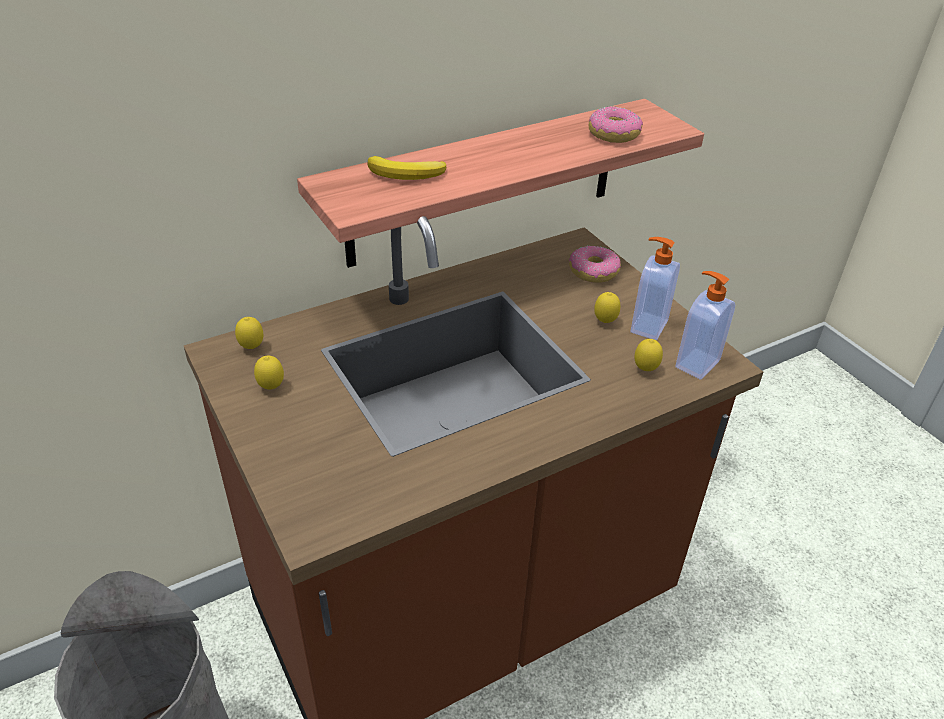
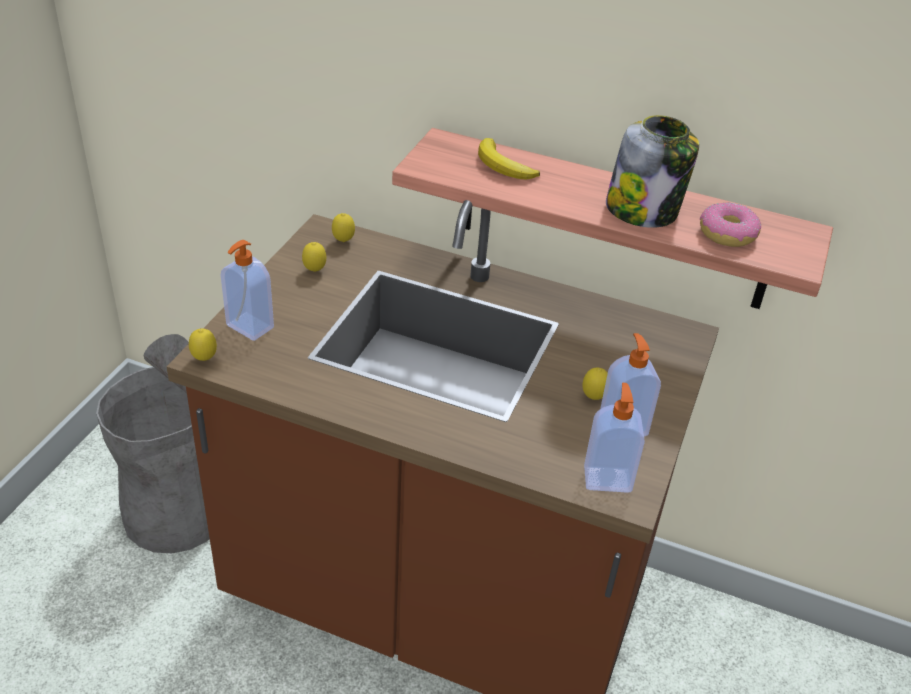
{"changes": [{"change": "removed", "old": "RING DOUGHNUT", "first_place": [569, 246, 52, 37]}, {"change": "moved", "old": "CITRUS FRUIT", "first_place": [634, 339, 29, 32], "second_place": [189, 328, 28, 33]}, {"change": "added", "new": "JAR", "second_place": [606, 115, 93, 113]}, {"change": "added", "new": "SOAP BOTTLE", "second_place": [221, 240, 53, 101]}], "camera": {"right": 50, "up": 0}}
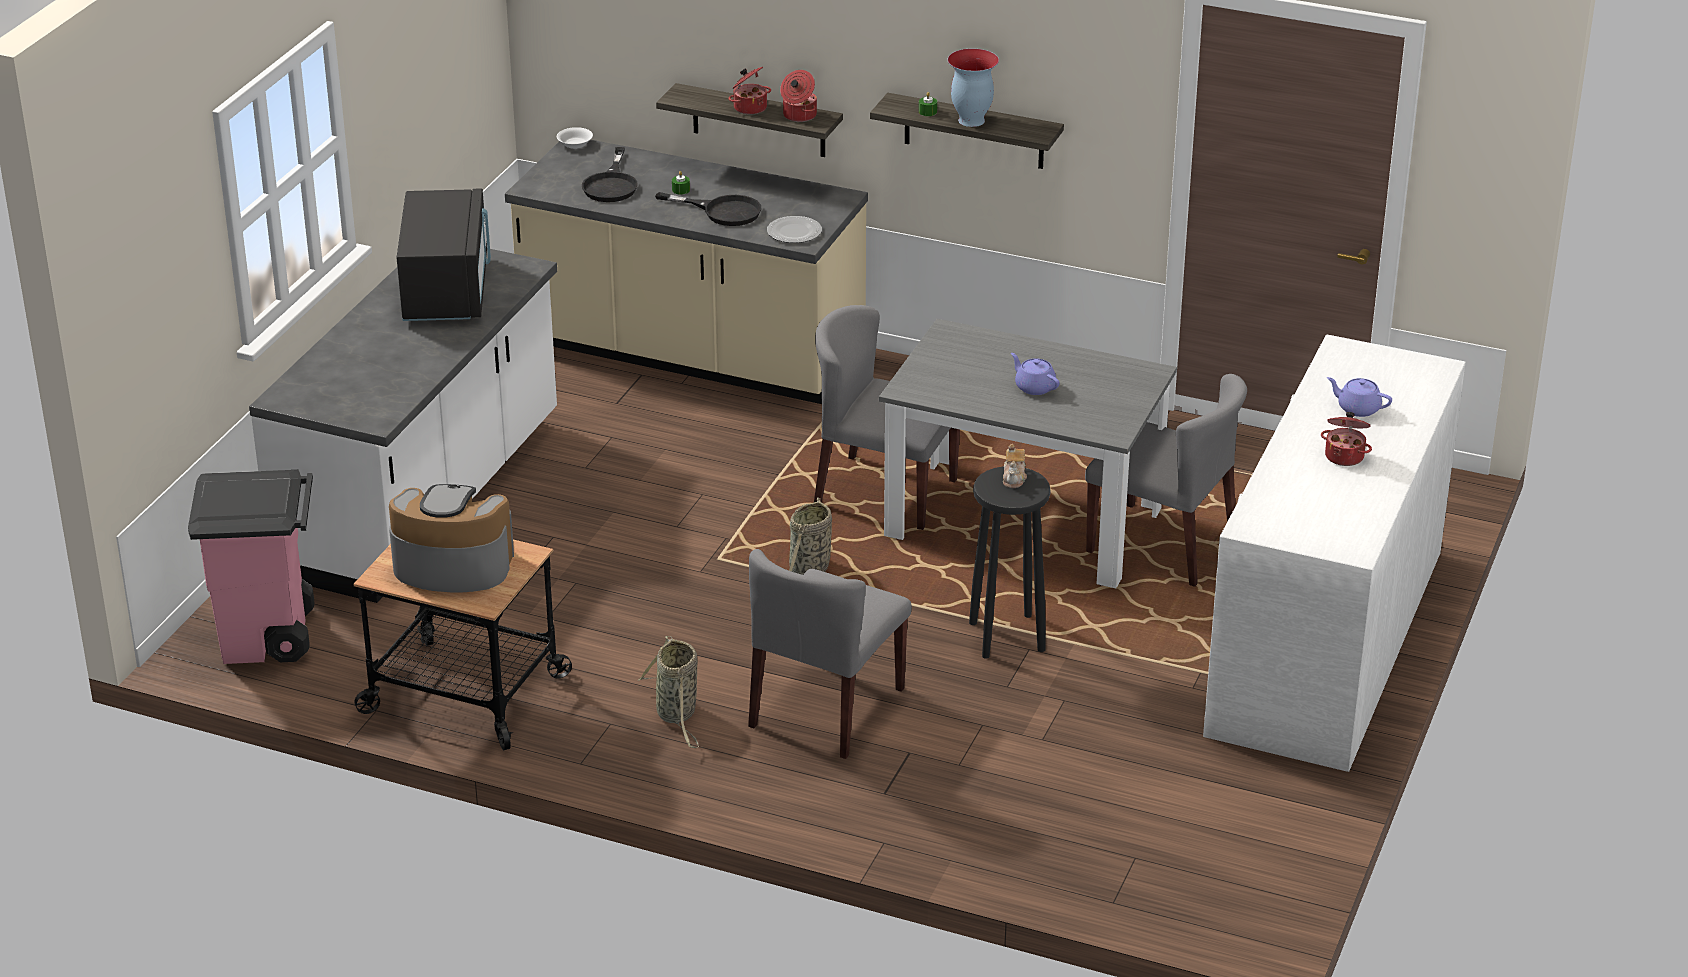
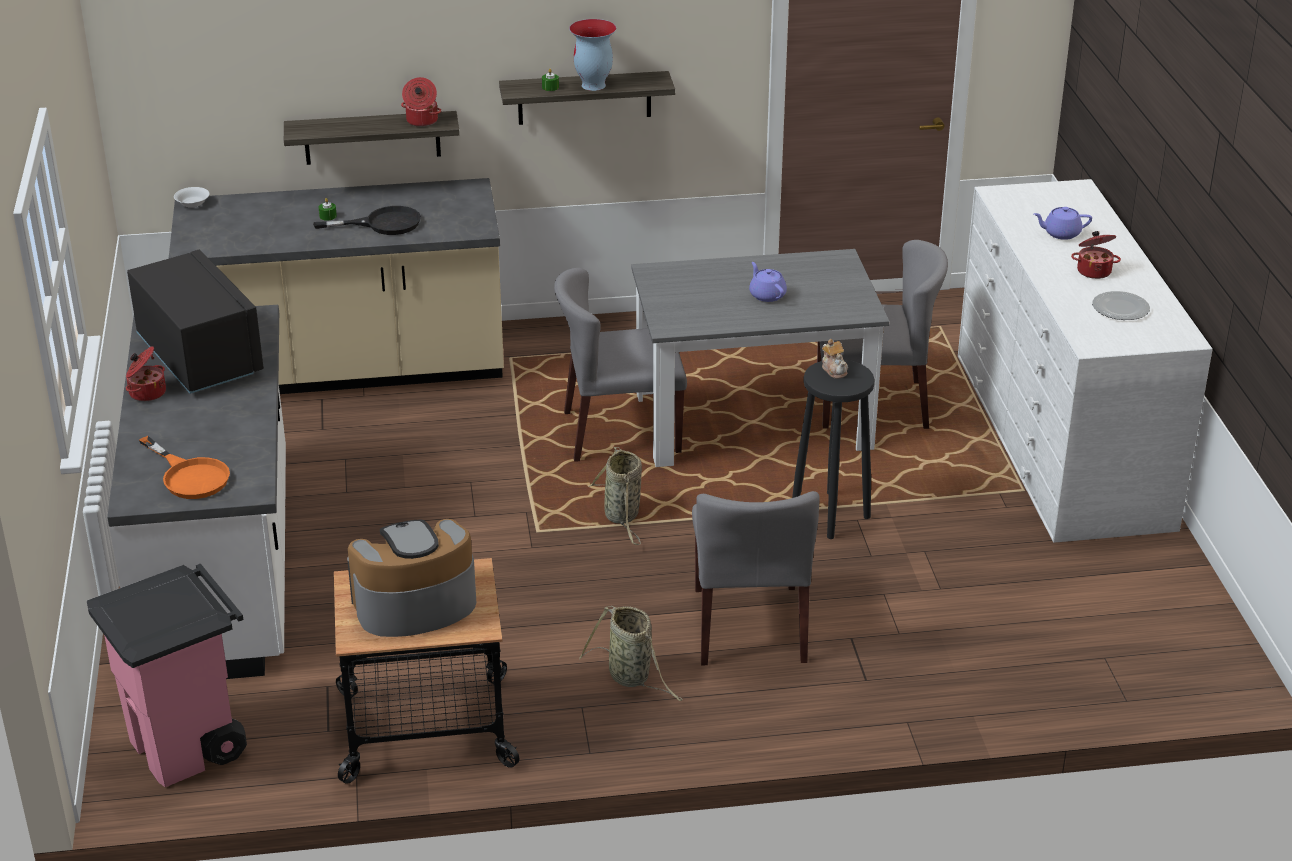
{"changes": [{"change": "moved", "old": "COOKING POT", "first_place": [728, 67, 43, 48], "second_place": [126, 346, 40, 55]}, {"change": "removed", "old": "BLACK SKILLET", "first_place": [582, 147, 56, 55]}, {"change": "moved", "old": "DINNER PLATE", "first_place": [767, 216, 55, 27], "second_place": [1092, 291, 58, 29]}, {"change": "turned", "old": "PURPLE-COLOURED TEA POT", "first_place": [1011, 353, 48, 42], "second_place": [749, 262, 38, 40], "degrees": 45}, {"change": "added", "new": "ORANGEY SKILLET", "second_place": [139, 436, 91, 63]}], "camera": {"right": -30, "up": 0}}
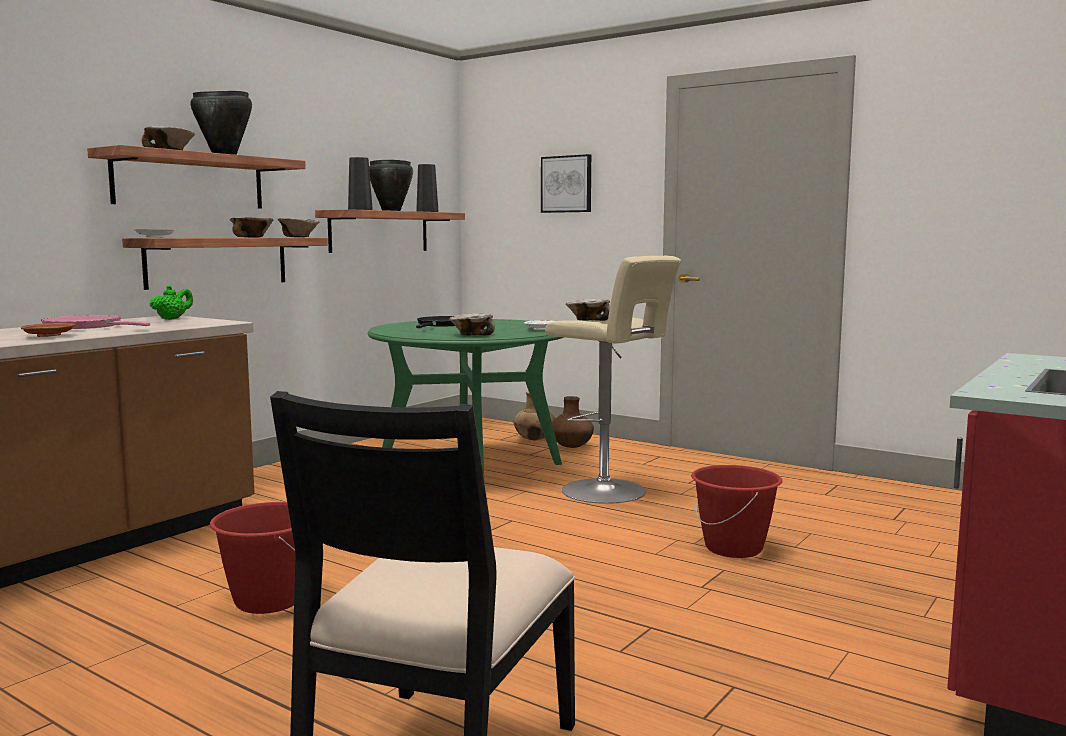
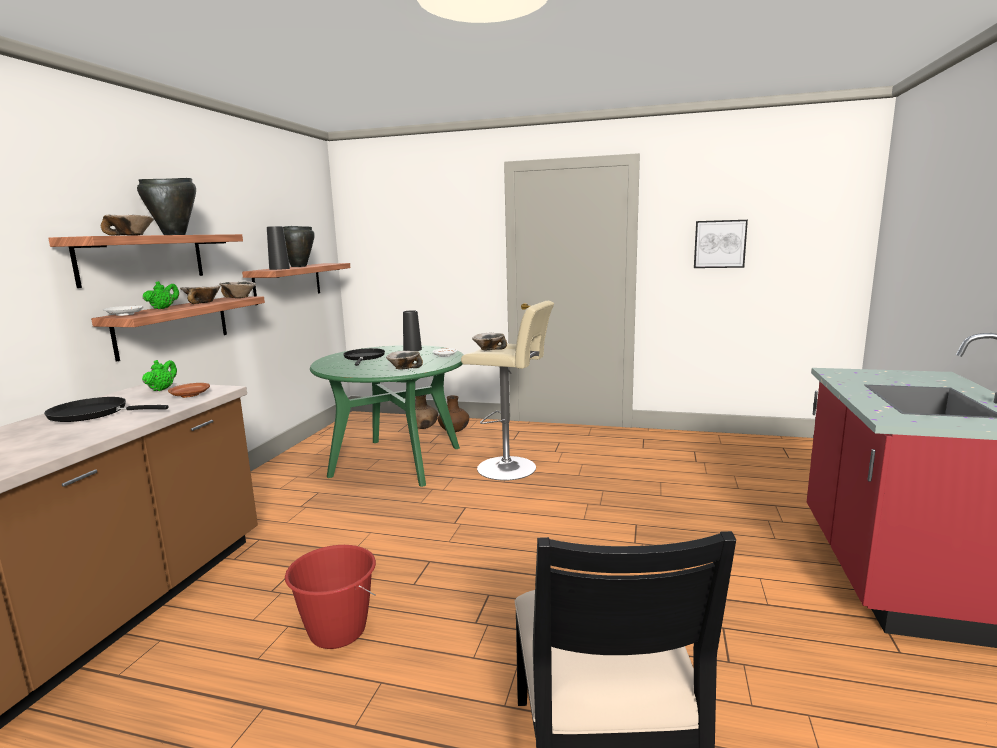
{"changes": [{"change": "moved", "old": "WALL PICTURE", "first_place": [541, 154, 50, 59], "second_place": [694, 220, 54, 48]}, {"change": "moved", "old": "BLACK VASE", "first_place": [416, 164, 22, 48], "second_place": [403, 310, 19, 41]}, {"change": "recoloured", "old": "PINKISH SKILLET", "new": "BLACK SKILLET", "first_place": [41, 315, 109, 14], "second_place": [44, 397, 125, 25]}, {"change": "moved", "old": "BROWN DINNER PLATE", "first_place": [21, 323, 54, 14], "second_place": [168, 383, 42, 15]}, {"change": "removed", "old": "REDDISH BUCKET", "first_place": [691, 465, 91, 93]}, {"change": "added", "new": "GREENISH TEA POT", "second_place": [143, 281, 36, 28]}], "camera": {"right": -20, "up": 5}}
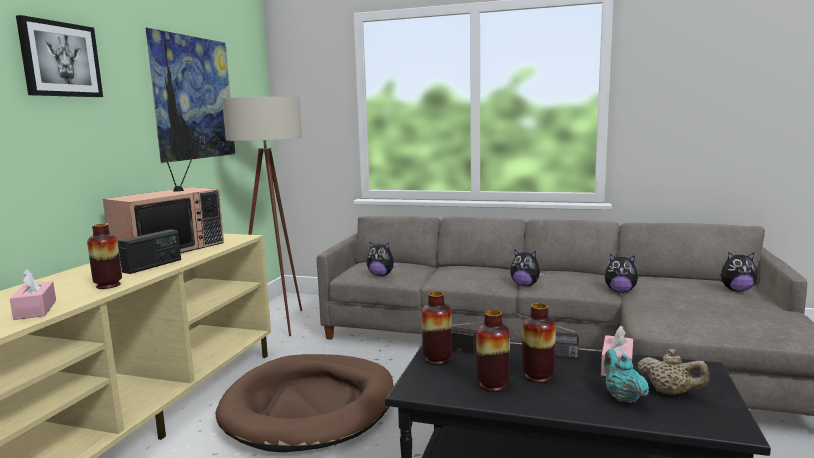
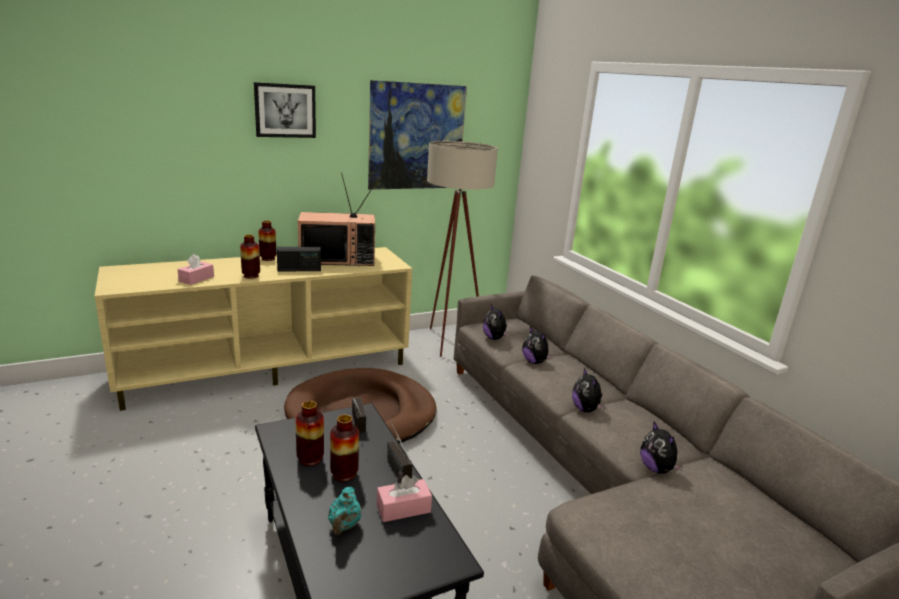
{"changes": [{"change": "moved", "old": "SOFT TOY", "first_place": [720, 252, 37, 40], "second_place": [522, 326, 31, 38]}, {"change": "moved", "old": "VASE", "first_place": [422, 291, 30, 74], "second_place": [258, 221, 18, 40]}, {"change": "turned", "old": "TURQUOISE TEA POT", "first_place": [604, 349, 45, 54], "second_place": [328, 487, 33, 48], "degrees": 150}, {"change": "removed", "old": "BEIGE TEA POT", "first_place": [638, 349, 72, 46]}], "camera": {"right": 45, "up": 10}}
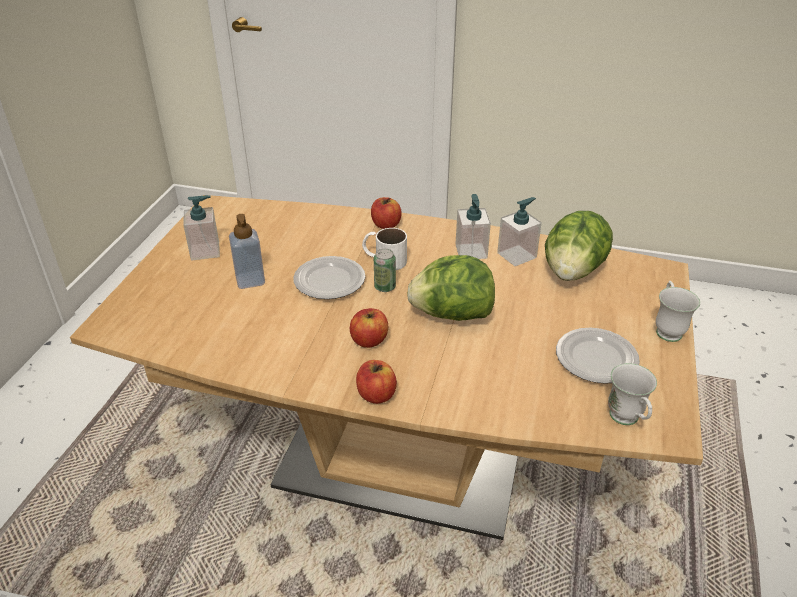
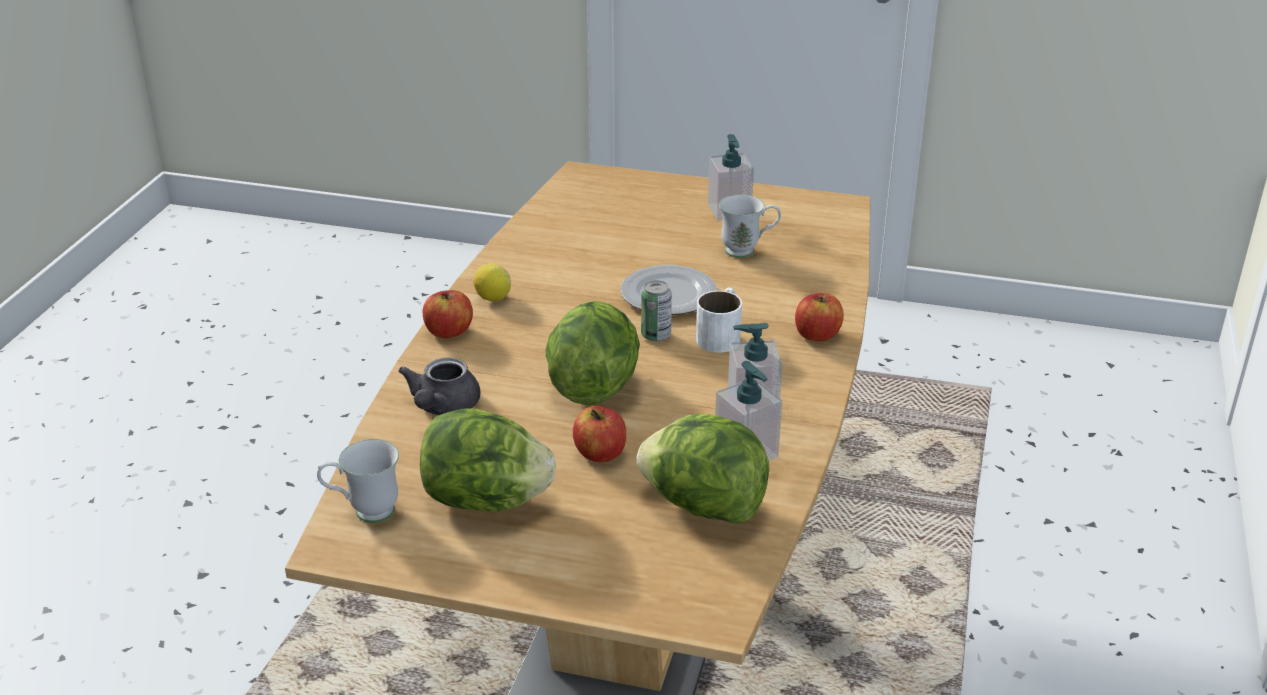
{"changes": [{"change": "removed", "old": "SOAP BOTTLE", "first_place": [229, 214, 36, 75]}, {"change": "moved", "old": "WHITE MUG", "first_place": [656, 281, 44, 61], "second_place": [719, 195, 62, 63]}, {"change": "moved", "old": "APPLE", "first_place": [350, 308, 38, 40], "second_place": [573, 406, 53, 56]}, {"change": "replaced", "old": "DINNER PLATE", "new": "LETTUCE", "first_place": [556, 328, 84, 56], "second_place": [420, 408, 136, 103]}, {"change": "added", "new": "CITRUS FRUIT", "second_place": [474, 263, 37, 38]}, {"change": "added", "new": "GREYISH TEA POT", "second_place": [398, 358, 83, 57]}], "camera": {"right": 90, "up": -5}}
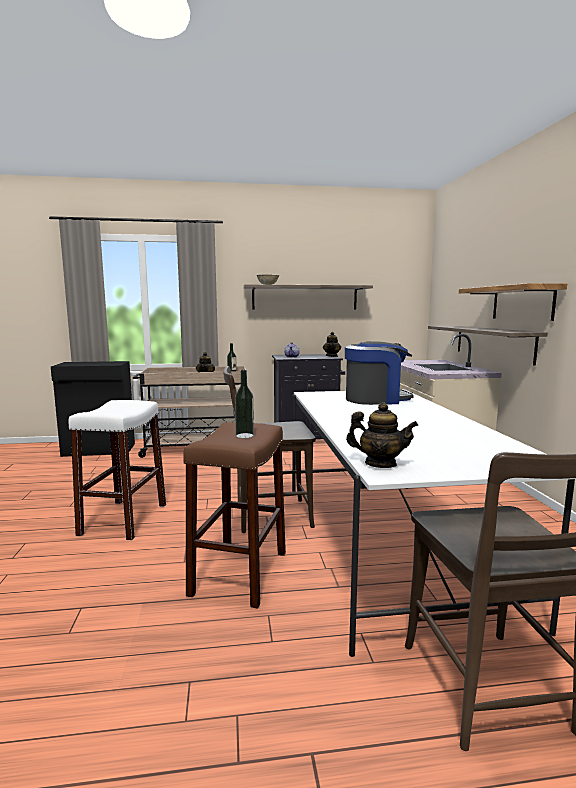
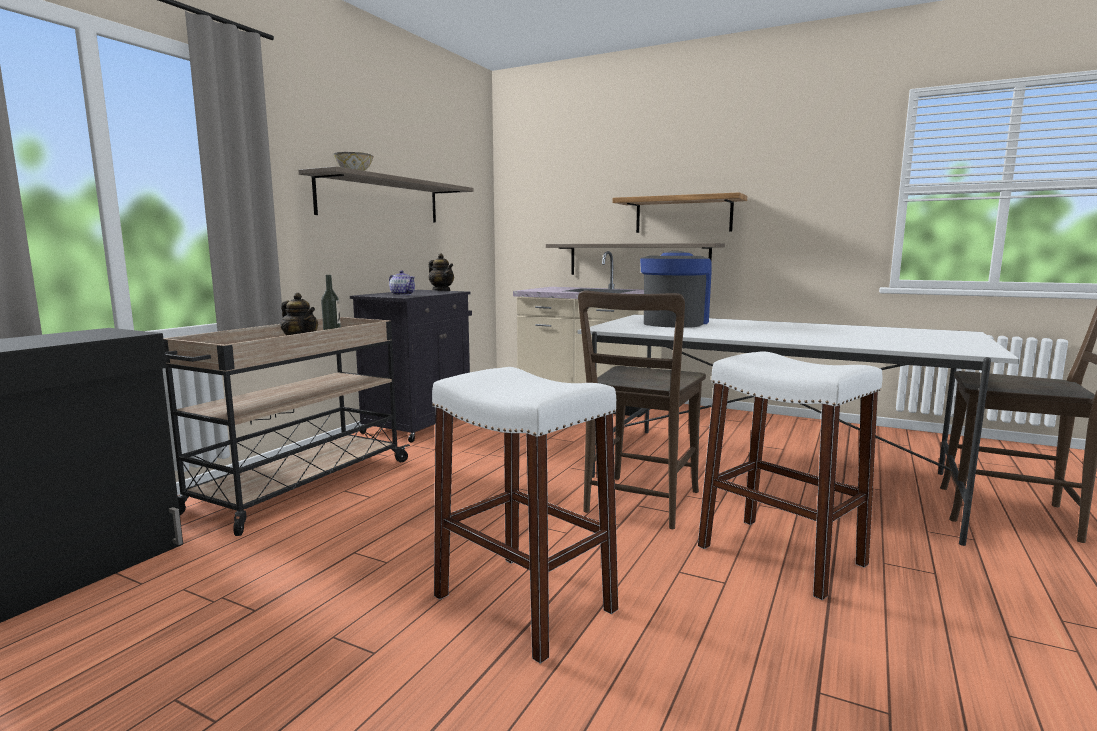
{"changes": [{"change": "removed", "old": "DRINK BOTTLE", "first_place": [235, 370, 19, 68]}, {"change": "removed", "old": "TEA POT", "first_place": [346, 402, 72, 66]}, {"change": "recoloured", "old": "BROWN STOOL SEAT", "new": "WHITE STOOL SEAT", "first_place": [183, 422, 103, 186], "second_place": [698, 351, 185, 249]}], "camera": {"right": -55, "up": 0}}
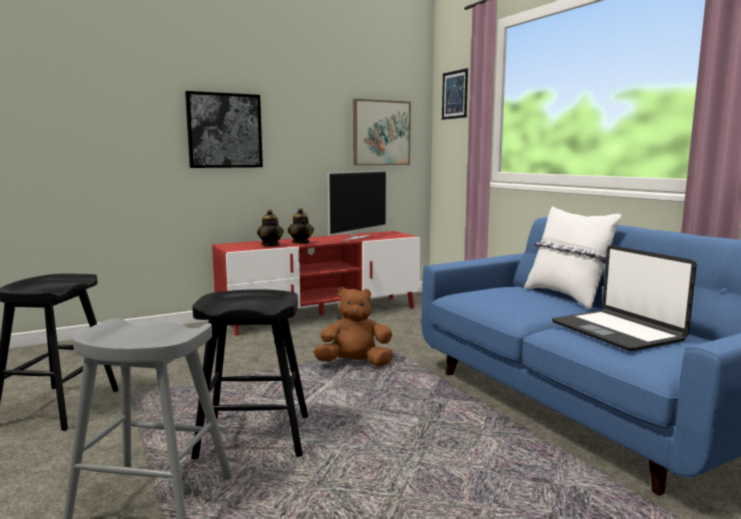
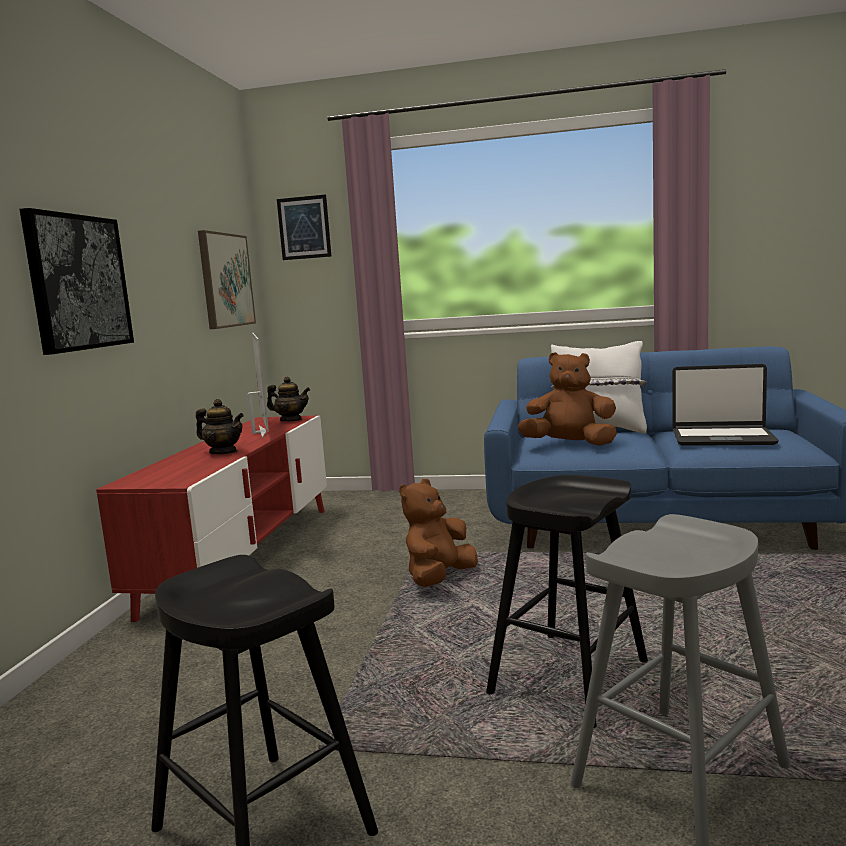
{"changes": [{"change": "moved", "old": "TEA POT", "first_place": [257, 210, 27, 36], "second_place": [267, 377, 43, 45]}, {"change": "added", "new": "BROWN SOFT TOY", "second_place": [518, 352, 99, 94]}], "camera": {"right": -50, "up": 0}}
